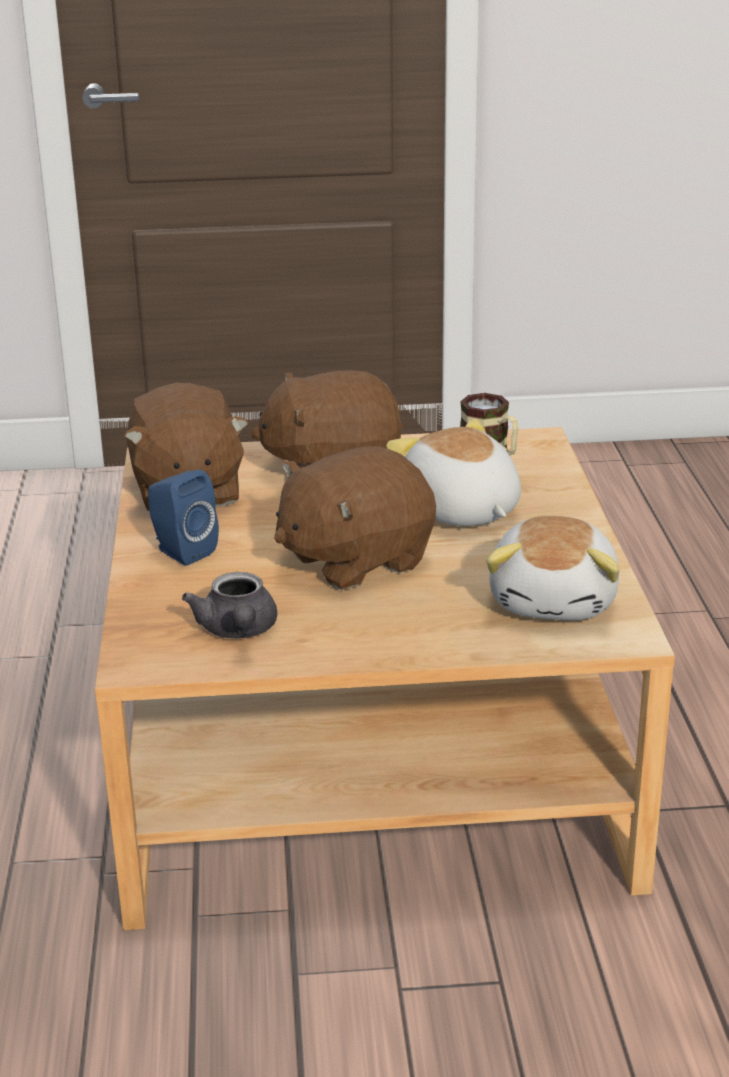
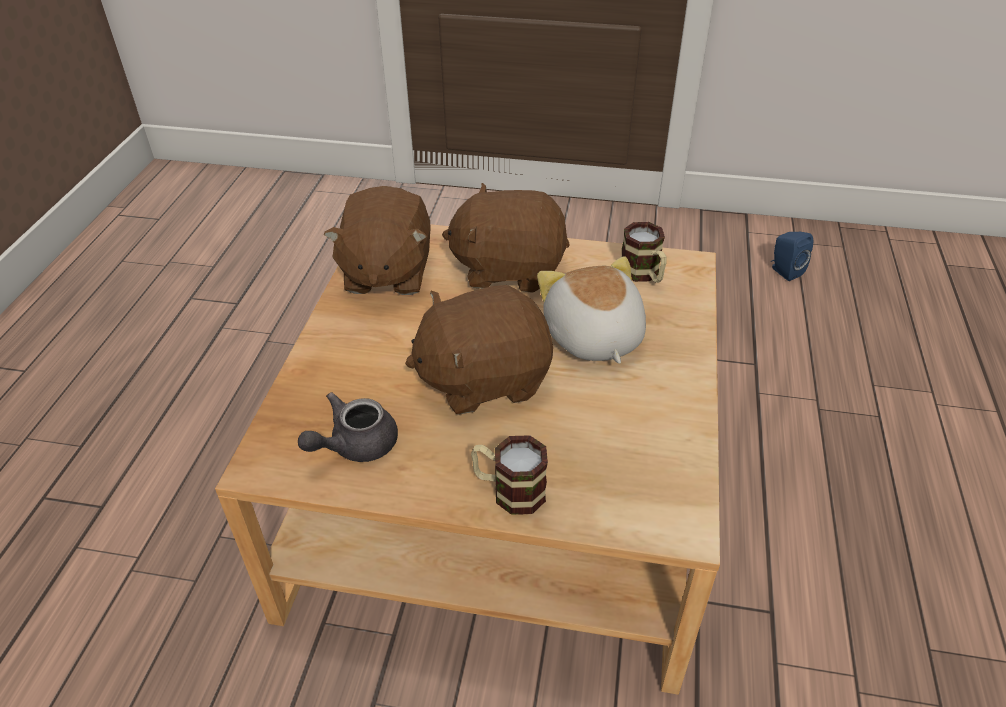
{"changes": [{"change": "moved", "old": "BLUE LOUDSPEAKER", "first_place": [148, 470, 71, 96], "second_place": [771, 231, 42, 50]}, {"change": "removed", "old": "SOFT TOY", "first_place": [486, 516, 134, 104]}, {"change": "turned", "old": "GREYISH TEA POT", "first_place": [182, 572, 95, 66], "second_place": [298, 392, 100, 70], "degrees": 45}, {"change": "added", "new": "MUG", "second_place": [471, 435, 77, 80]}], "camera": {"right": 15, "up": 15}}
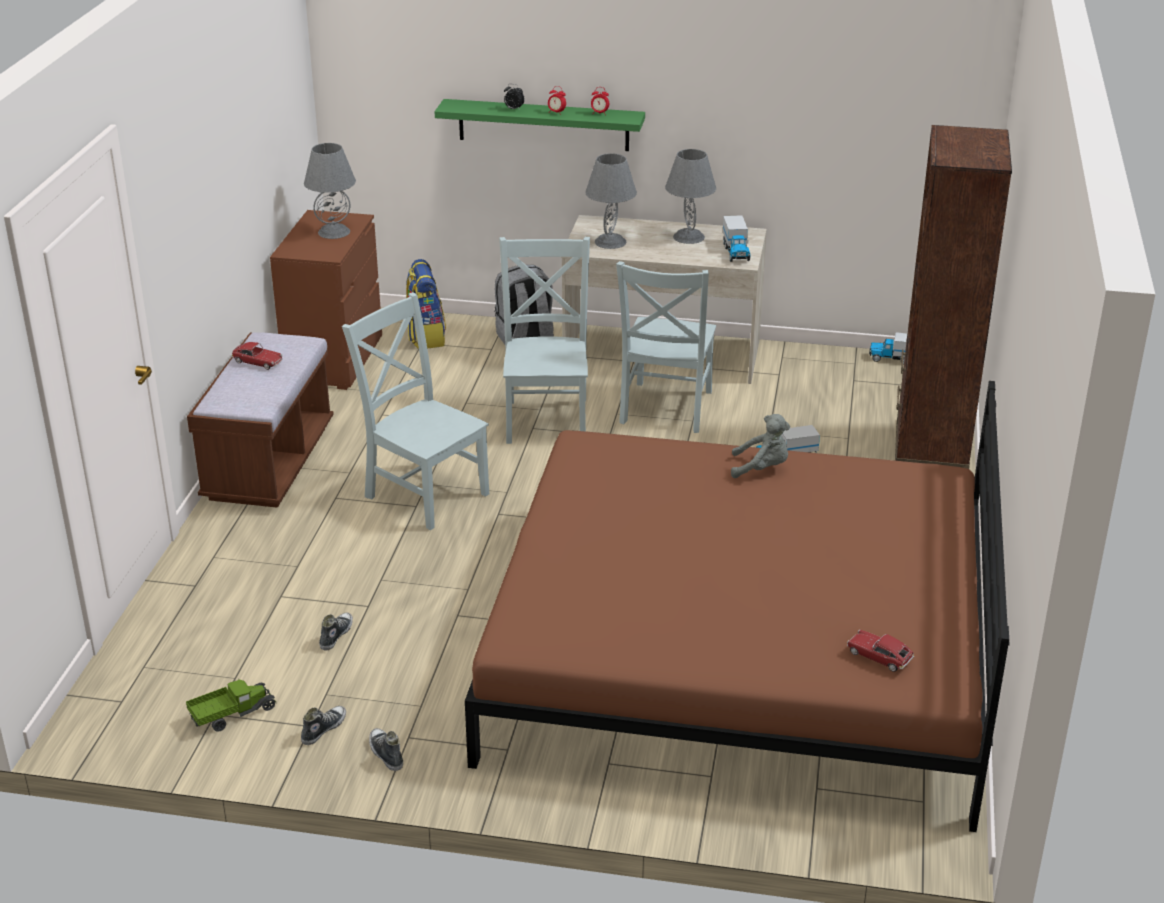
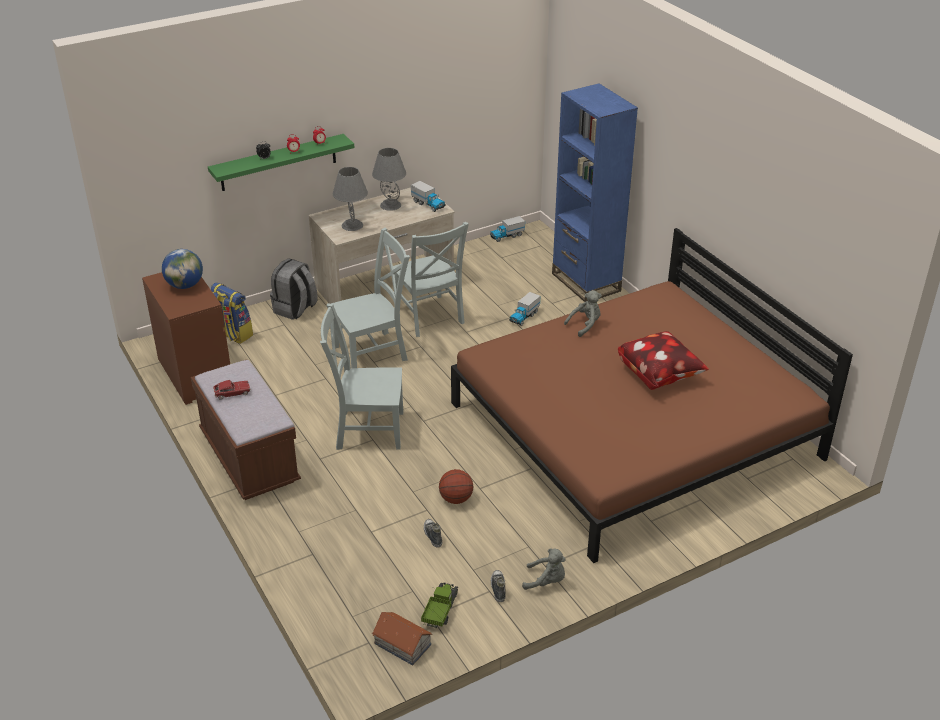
{"changes": [{"change": "recoloured", "old": "BROWN SHELVING UNIT", "new": "BLUE SHELVING UNIT", "first_place": [895, 125, 117, 344], "second_place": [552, 83, 86, 219]}, {"change": "replaced", "old": "GREYISH TABLETOP LAMP", "new": "DESK GLOBE", "first_place": [304, 143, 52, 96], "second_place": [162, 249, 41, 40]}, {"change": "turned", "old": "GREYISH PLAIN CHAIR", "first_place": [499, 237, 91, 207], "second_place": [331, 228, 79, 140], "degrees": 105}, {"change": "removed", "old": "TOY CAR", "first_place": [847, 630, 67, 42]}, {"change": "replaced", "old": "ITEM OF FOOTWEAR", "new": "GREYISH SOFT TOY", "first_place": [369, 728, 34, 43], "second_place": [522, 548, 44, 42]}, {"change": "added", "new": "THROW PILLOW", "second_place": [618, 331, 90, 59]}, {"change": "added", "new": "BALL FOR BASKETBALL", "second_place": [439, 469, 34, 35]}, {"change": "added", "new": "TOY HOUSE", "second_place": [372, 612, 61, 53]}], "camera": {"right": -40, "up": 5}}
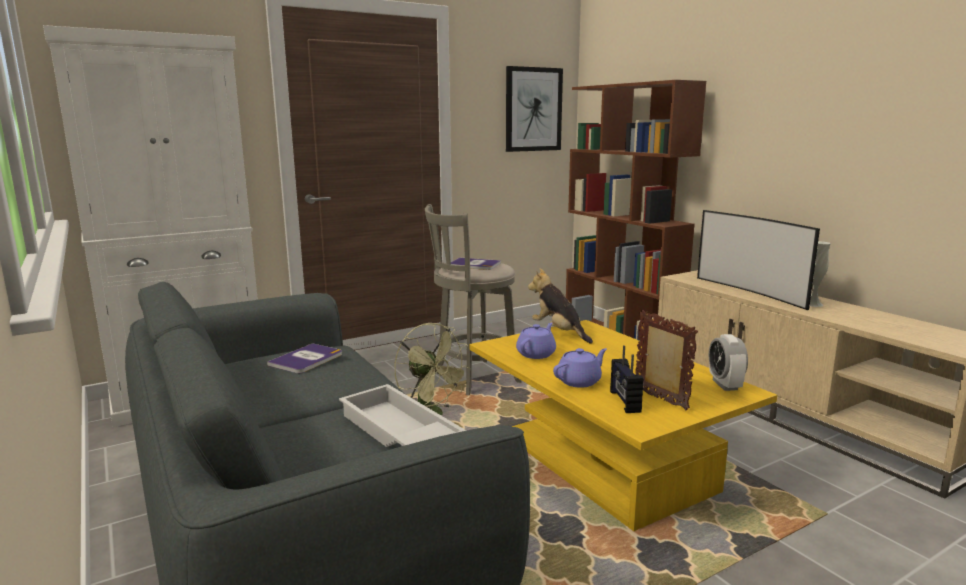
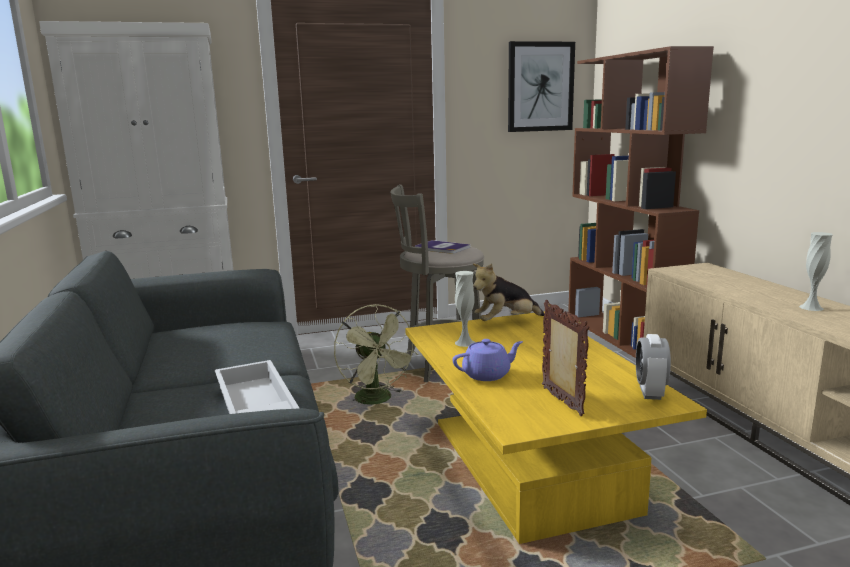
{"changes": [{"change": "removed", "old": "TV SET", "first_place": [697, 210, 123, 100]}, {"change": "turned", "old": "SOFT TOY", "first_place": [528, 268, 65, 76], "second_place": [473, 263, 71, 58], "degrees": -90}, {"change": "replaced", "old": "PURPLE-COLOURED TEA POT", "new": "WHITE VASE", "first_place": [516, 322, 40, 37], "second_place": [455, 271, 20, 76]}, {"change": "removed", "old": "BOOK", "first_place": [267, 343, 75, 30]}, {"change": "removed", "old": "RADIO", "first_place": [610, 345, 34, 68]}], "camera": {"right": 15, "up": 0}}
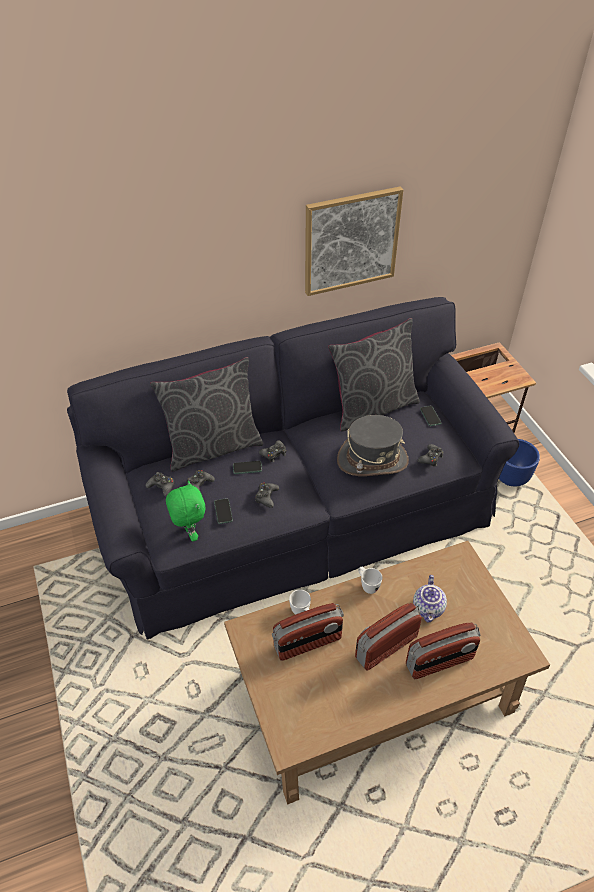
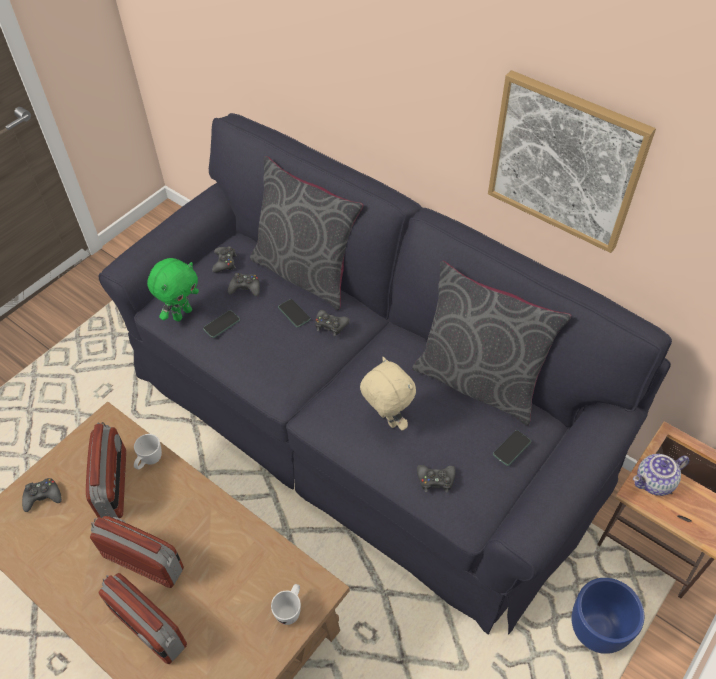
{"changes": [{"change": "replaced", "old": "GREYISH WEARABLE HAT", "new": "BEIGE SOFT TOY", "first_place": [337, 415, 72, 61], "second_place": [360, 357, 56, 74]}, {"change": "moved", "old": "BLACK GAME CONTROLLER", "first_place": [255, 483, 24, 25], "second_place": [22, 478, 40, 34]}, {"change": "moved", "old": "WHITE MUG", "first_place": [358, 567, 24, 27], "second_place": [271, 584, 30, 41]}, {"change": "moved", "old": "TEA POT", "first_place": [413, 575, 34, 48], "second_place": [633, 454, 57, 42]}, {"change": "turned", "old": "RADIO", "first_place": [272, 603, 72, 58], "second_place": [86, 422, 40, 96], "degrees": -135}], "camera": {"right": 60, "up": 5}}
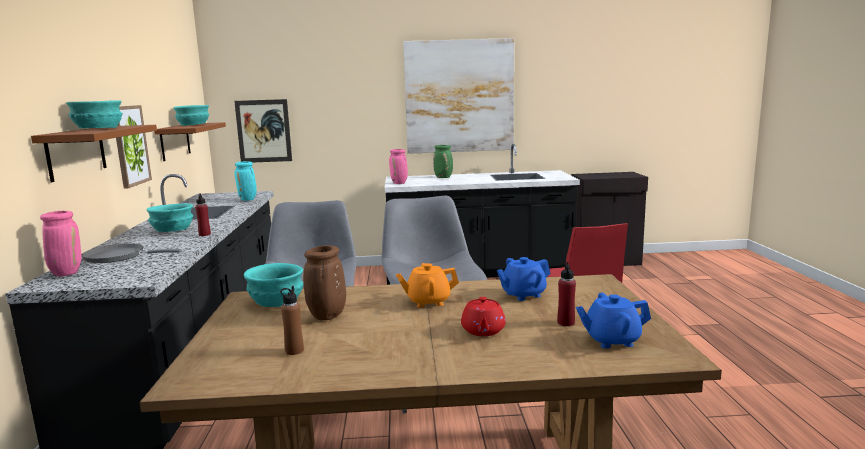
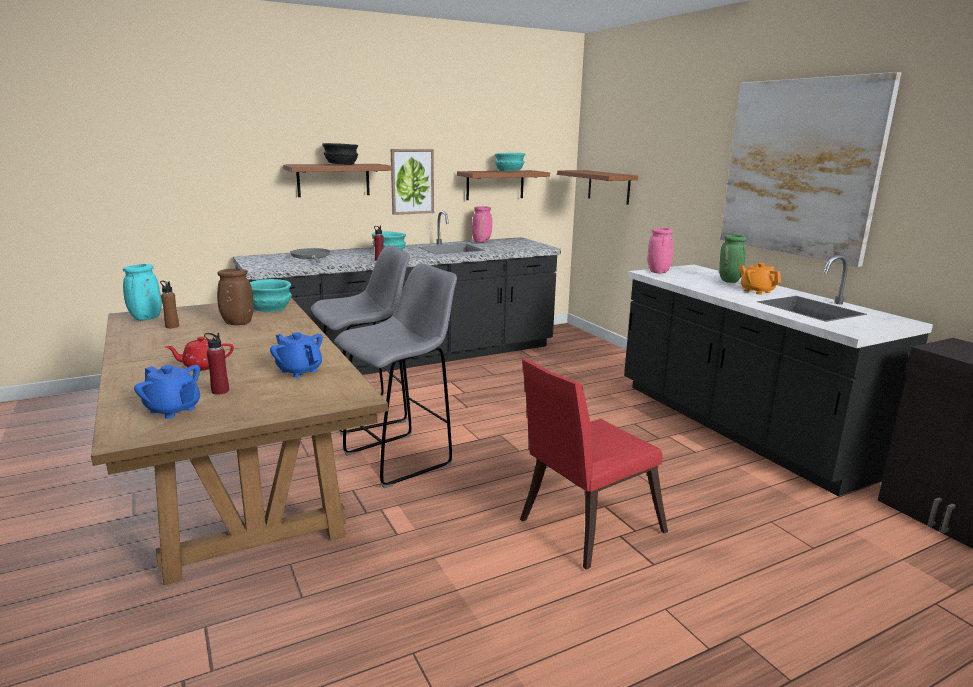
{"changes": [{"change": "replaced", "old": "WALL PICTURE", "new": "BROWN SHELF", "first_place": [234, 99, 58, 64], "second_place": [557, 170, 81, 35]}, {"change": "recoloured", "old": "TURQUOISE DEEP DISH", "new": "BLACK DEEP DISH", "first_place": [66, 100, 57, 28], "second_place": [322, 143, 36, 22]}, {"change": "moved", "old": "TURQUOISE VASE", "first_place": [234, 161, 23, 40], "second_place": [123, 264, 39, 56]}, {"change": "moved", "old": "PINKISH VASE", "first_place": [40, 211, 42, 65], "second_place": [472, 206, 20, 37]}, {"change": "moved", "old": "ORANGEY TEA POT", "first_place": [396, 263, 63, 45], "second_place": [739, 263, 42, 32]}, {"change": "turned", "old": "BLUE TEA POT", "first_place": [576, 293, 75, 56], "second_place": [134, 365, 66, 54], "degrees": 150}], "camera": {"right": 65, "up": 5}}
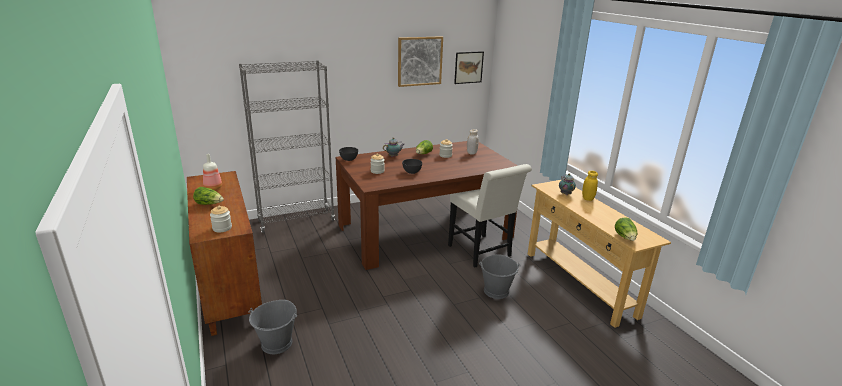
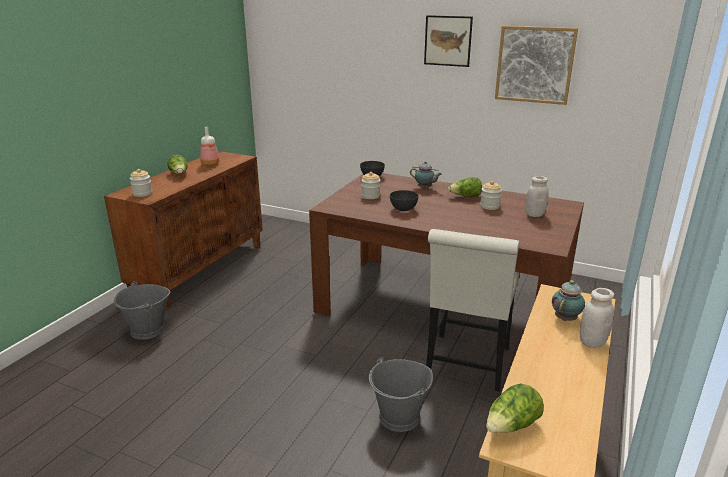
{"changes": [{"change": "moved", "old": "WALL PICTURE", "first_place": [454, 51, 30, 33], "second_place": [424, 15, 49, 52]}, {"change": "removed", "old": "GREYISH SHELVING UNIT", "first_place": [239, 60, 96, 173]}, {"change": "recoloured", "old": "YELLOWISH JAR", "new": "WHITE JAR", "first_place": [582, 171, 16, 30], "second_place": [580, 288, 34, 60]}], "camera": {"right": 50, "up": 0}}
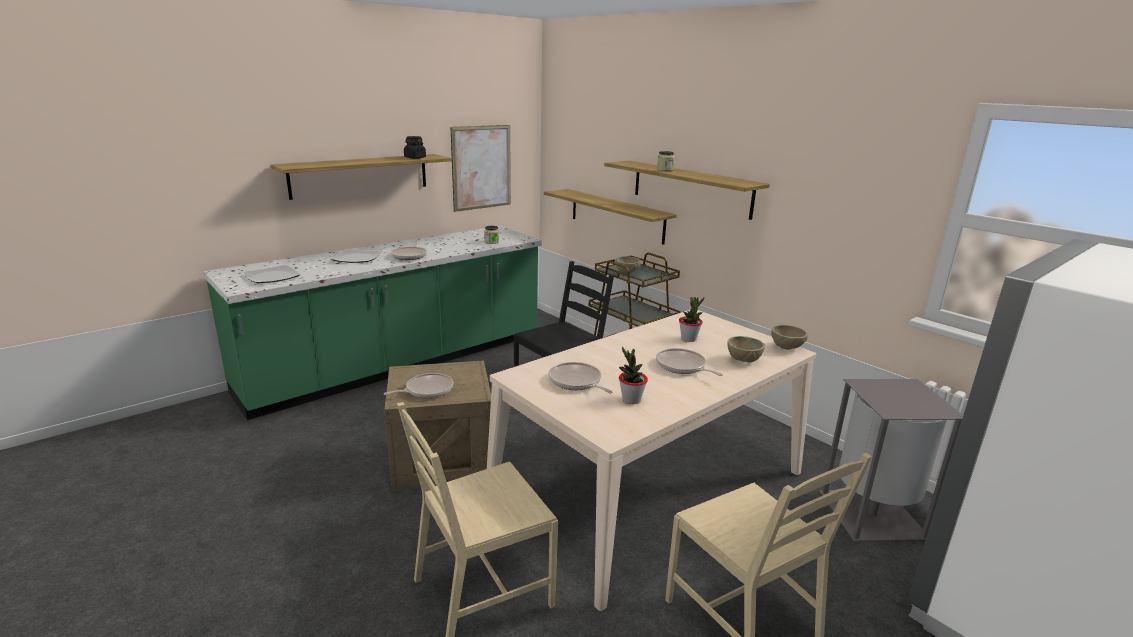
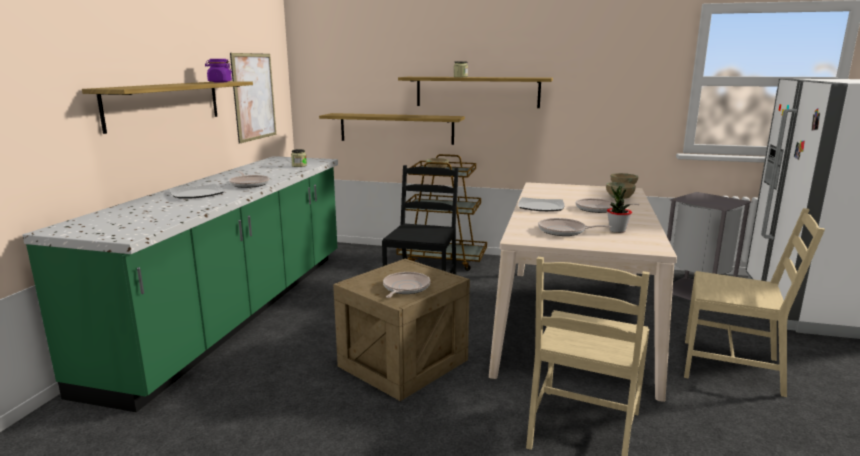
{"changes": [{"change": "recoloured", "old": "BLACK JAR", "new": "PURPLE-COLOURED JAR", "first_place": [404, 136, 22, 23], "second_place": [205, 59, 27, 24]}, {"change": "moved", "old": "DINNER PLATE", "first_place": [244, 265, 56, 18], "second_place": [518, 197, 46, 14]}, {"change": "removed", "old": "PLANT IN A POT", "first_place": [679, 297, 26, 45]}], "camera": {"right": -35, "up": -5}}
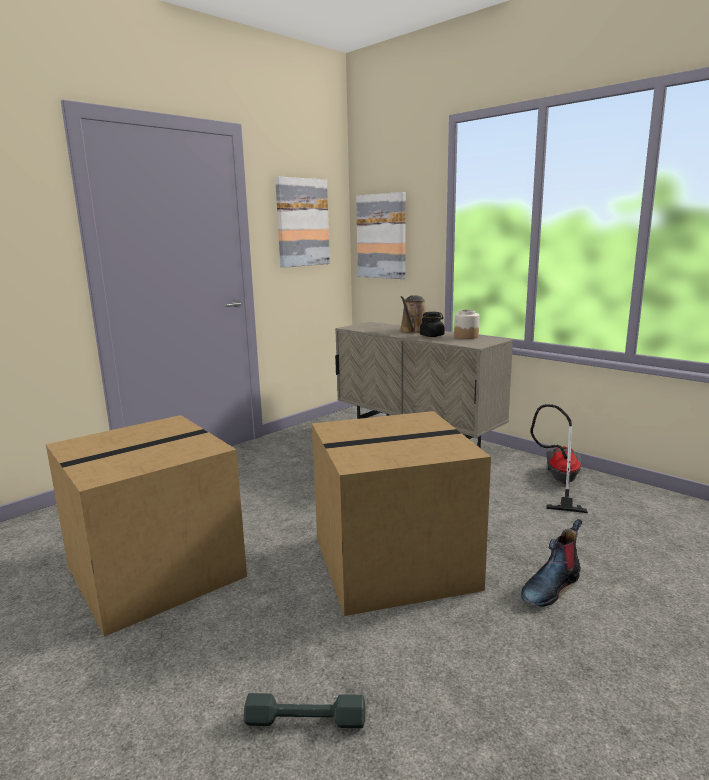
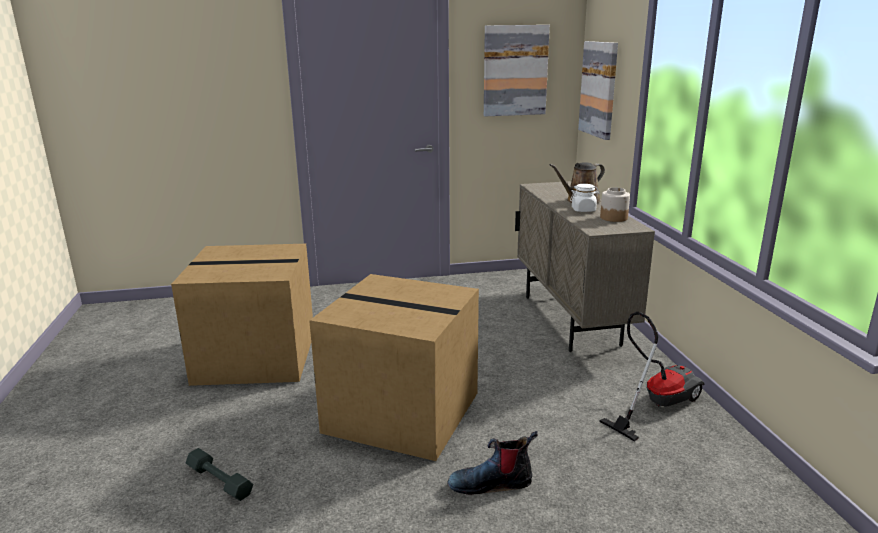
{"changes": [{"change": "recoloured", "old": "BLACK JAR", "new": "WHITE JAR", "first_place": [420, 312, 25, 25], "second_place": [570, 184, 30, 28]}], "camera": {"right": 35, "up": 5}}
